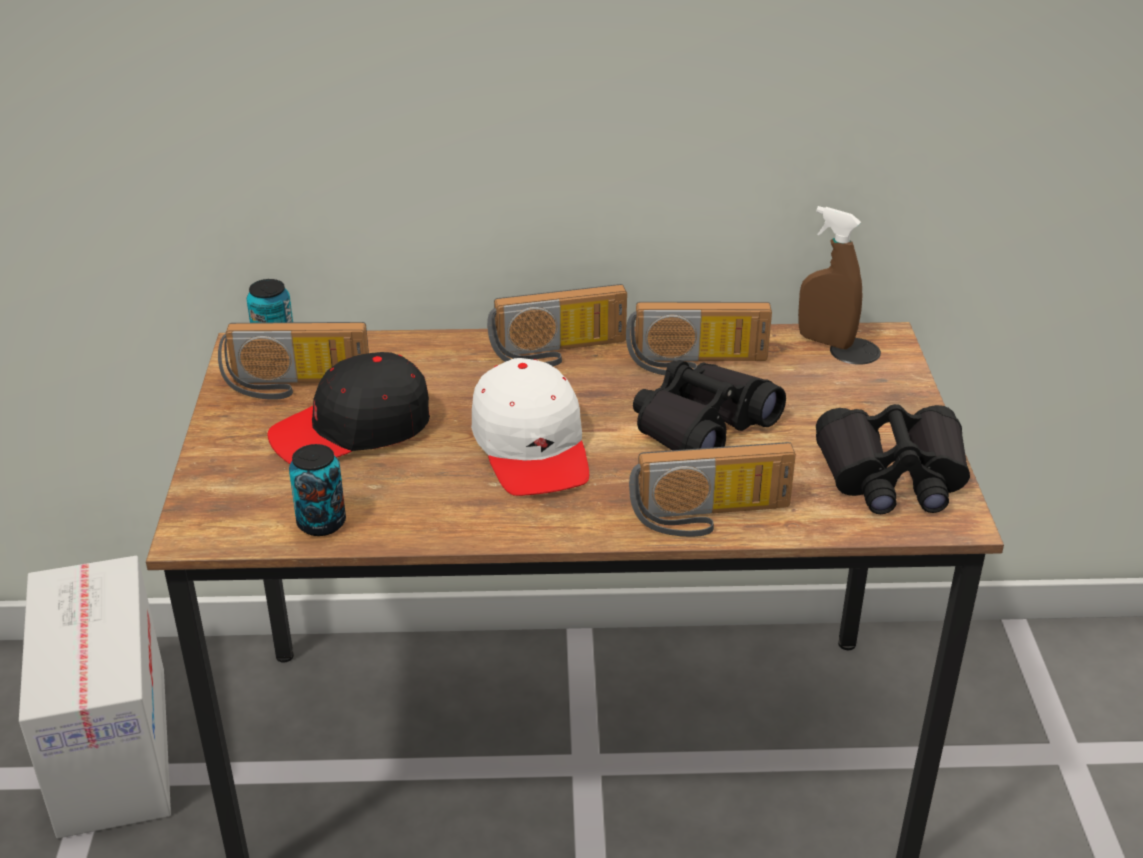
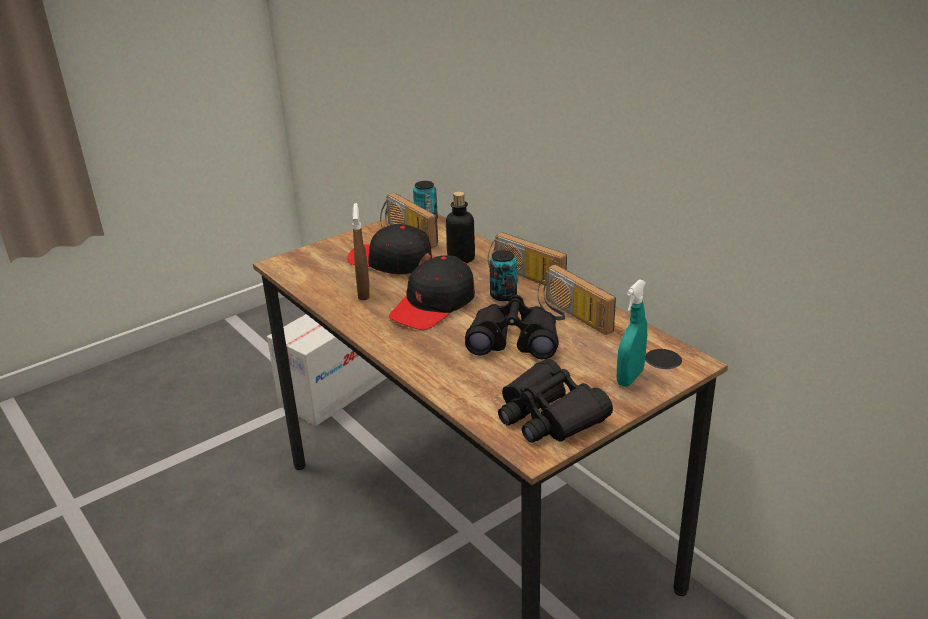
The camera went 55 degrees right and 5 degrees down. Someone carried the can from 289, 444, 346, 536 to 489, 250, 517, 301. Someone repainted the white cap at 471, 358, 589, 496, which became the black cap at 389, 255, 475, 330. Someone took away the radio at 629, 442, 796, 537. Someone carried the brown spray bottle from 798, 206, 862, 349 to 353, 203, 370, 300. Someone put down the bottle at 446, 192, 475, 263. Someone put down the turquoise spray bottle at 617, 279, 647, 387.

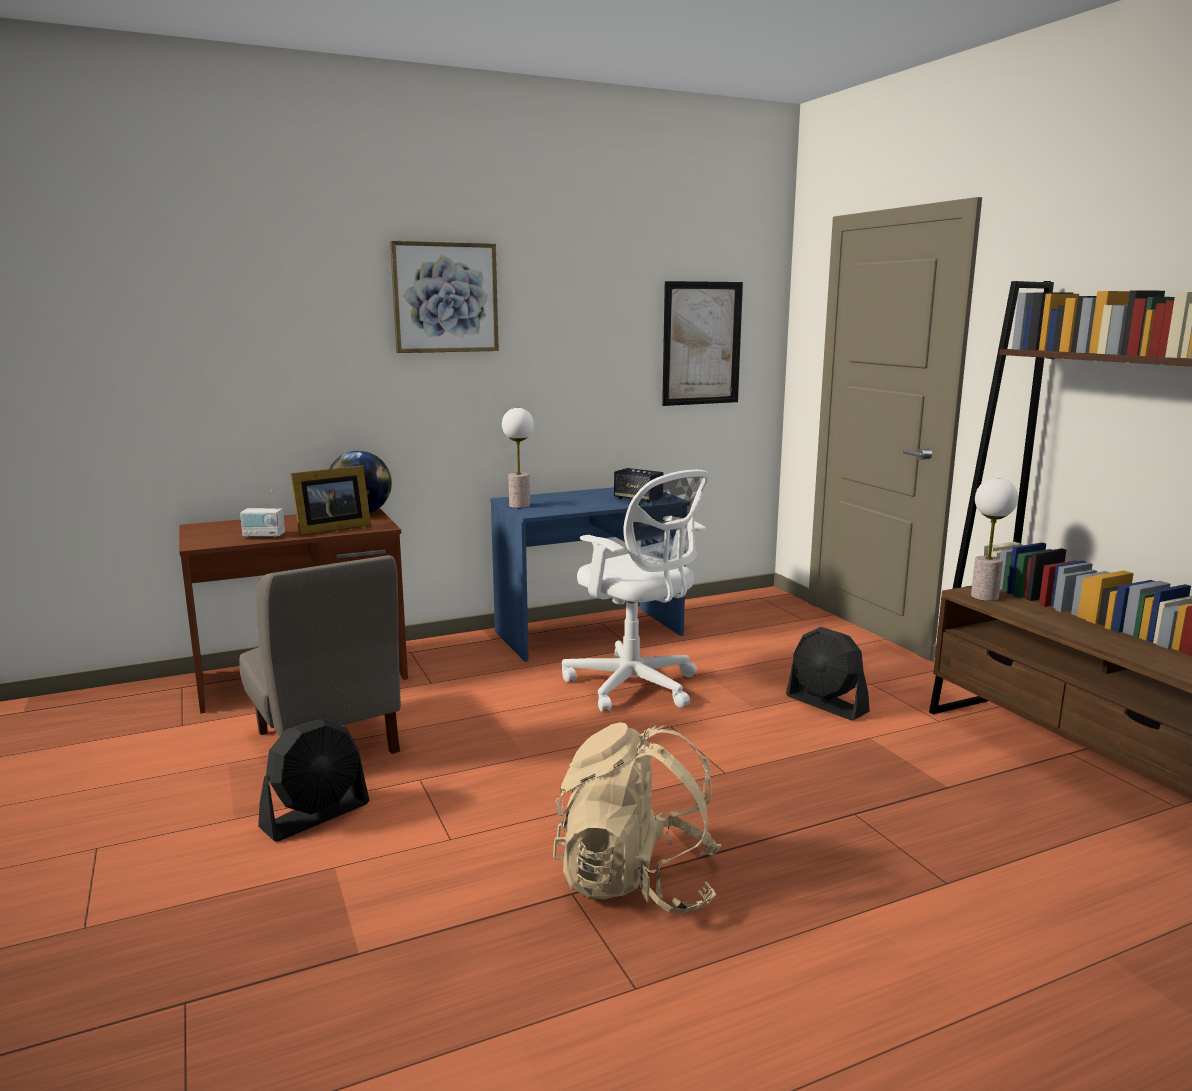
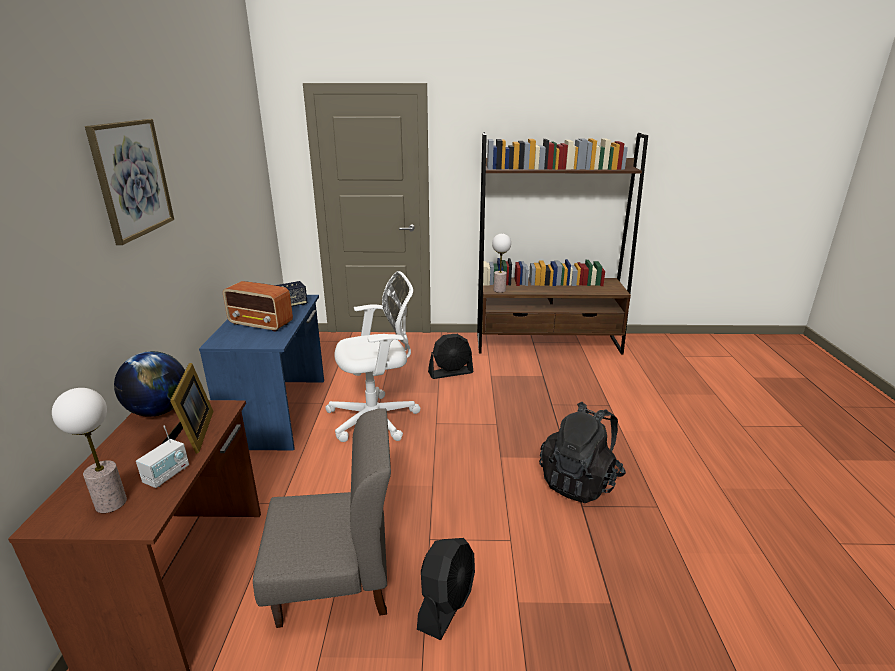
The camera went 65 degrees left and 10 degrees up. Someone rotated the black fan at 258, 719, 369, 842 by 45 degrees clockwise. Someone carried the table lamp from 502, 408, 534, 508 to 52, 388, 127, 513. Someone repainted the beige backpack at 553, 722, 721, 914, which became the black backpack at 539, 402, 626, 503. Someone took away the picture at 662, 281, 743, 406. Someone put down the radio at 223, 281, 293, 332.

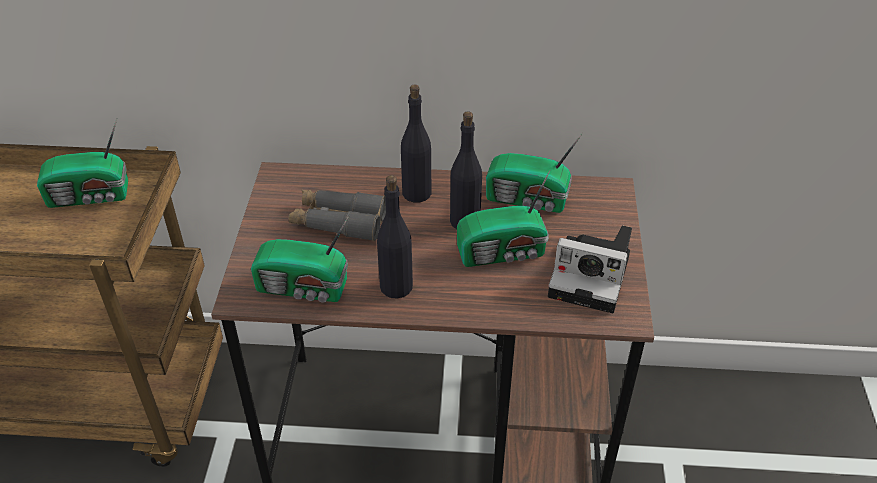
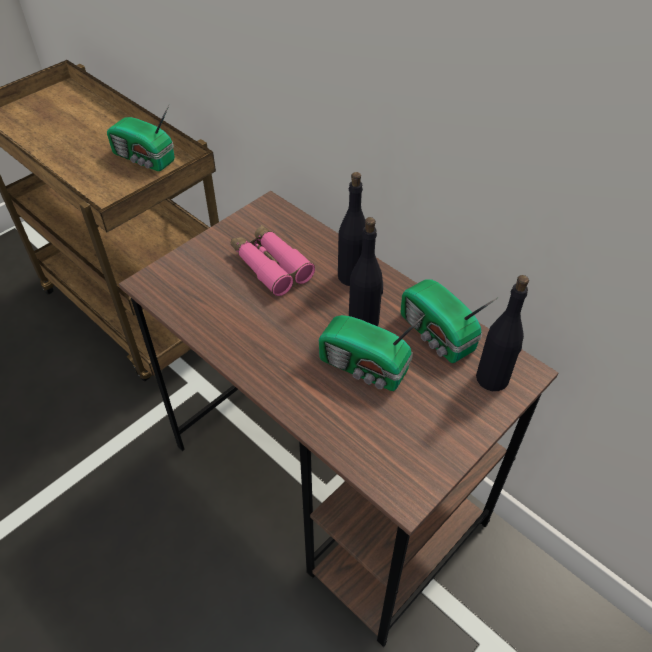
The camera went 40 degrees right and 5 degrees up. Someone took away the radio at 251, 216, 349, 303. Someone repainted the grey binoculars at 288, 190, 386, 241, which became the pink binoculars at 231, 225, 315, 296. Someone carried the black bottle from 377, 175, 413, 298 to 476, 275, 529, 391. Someone took away the photo camera at 548, 225, 632, 313.

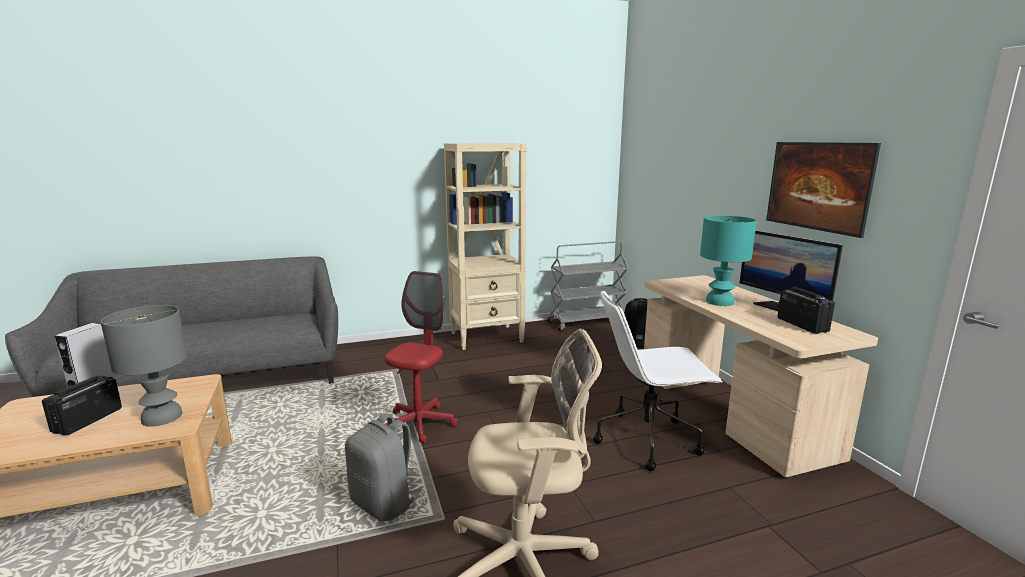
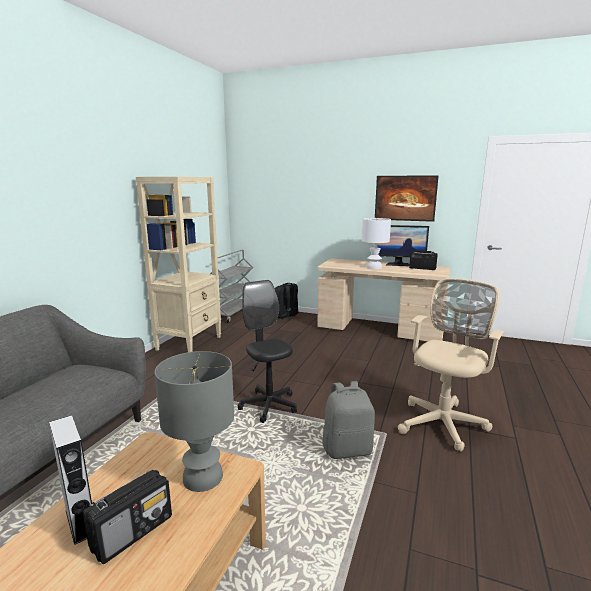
The camera went 50 degrees left and 0 degrees up. Someone rotated the radio at 42, 376, 122, 435 by 105 degrees counterclockwise. Someone repainted the red office chair at 384, 271, 458, 444, which became the black office chair at 238, 280, 297, 423. Someone took away the white office chair at 593, 290, 723, 471. Someone repainted the turquoise table lamp at 700, 215, 757, 306, which became the white table lamp at 362, 218, 391, 269.

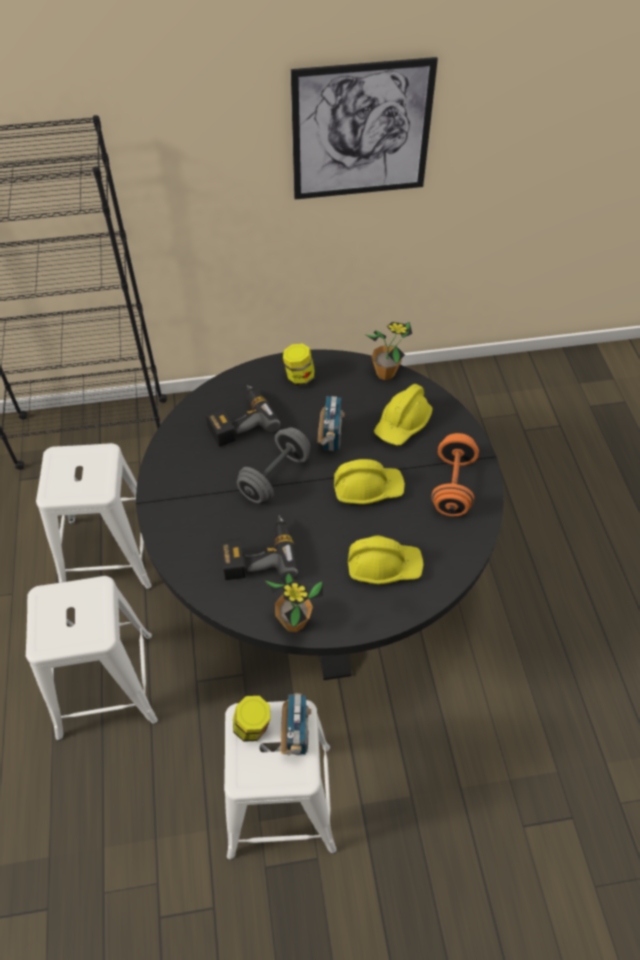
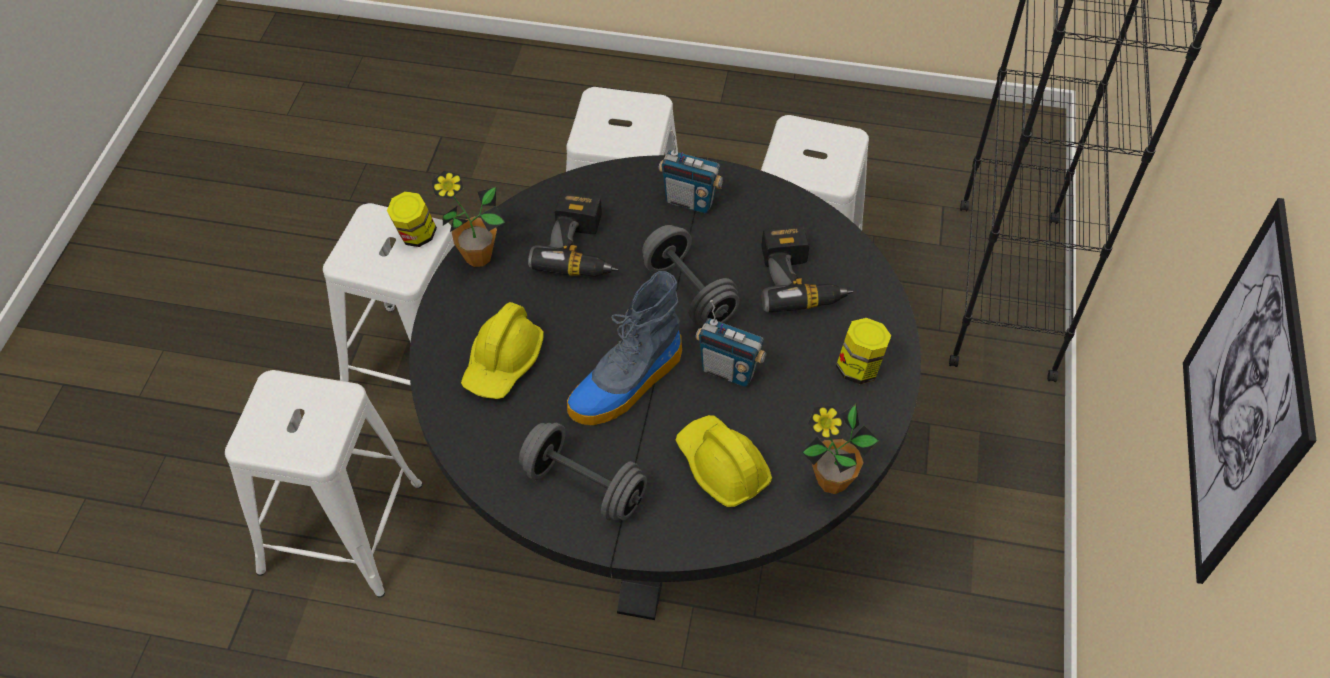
The camera went 110 degrees right and 0 degrees up. Someone carried the radio from 281, 693, 311, 755 to 658, 130, 723, 213. Someone swapped the yellow hard hat at 334, 459, 405, 505 for the boot at 567, 271, 682, 425. Someone repainted the orange dumbbell at 432, 433, 479, 516, which became the grey dumbbell at 519, 423, 647, 520. Someone put down the white stool at 225, 370, 423, 598.

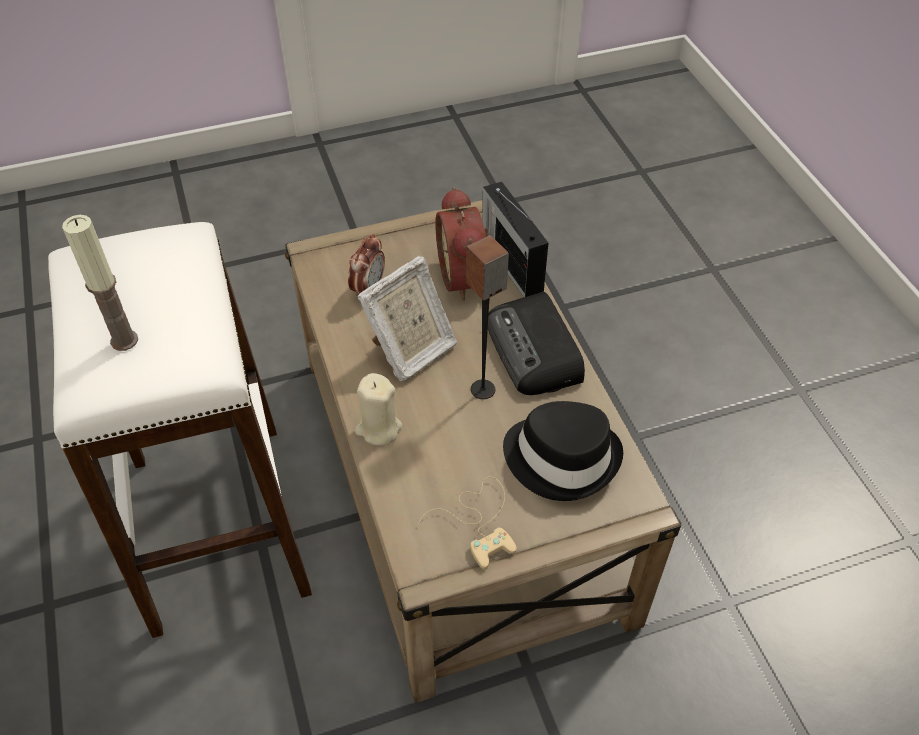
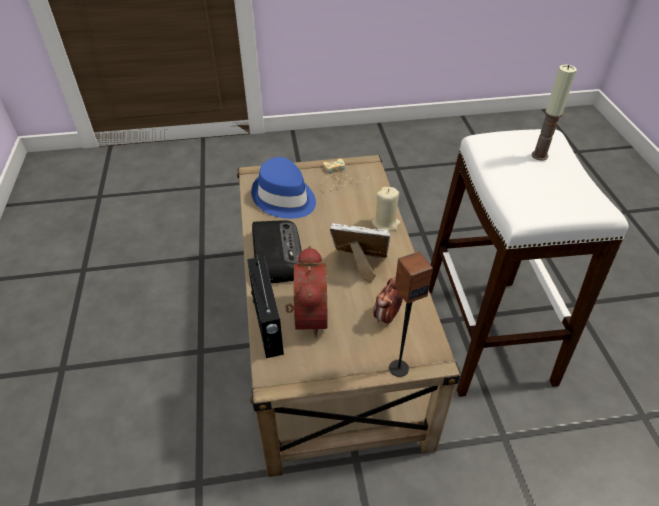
The camera went 170 degrees left and 5 degrees down. Someone rotated the picture frame at 357, 255, 457, 381 by 45 degrees clockwise. Someone carried the speaker from 466, 235, 509, 399 to 389, 251, 433, 377. Someone repainted the black hat at 503, 401, 623, 501, which became the blue hat at 251, 157, 316, 219.

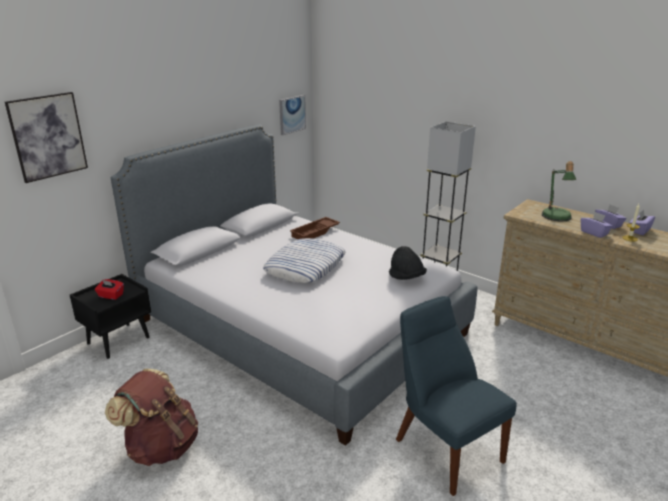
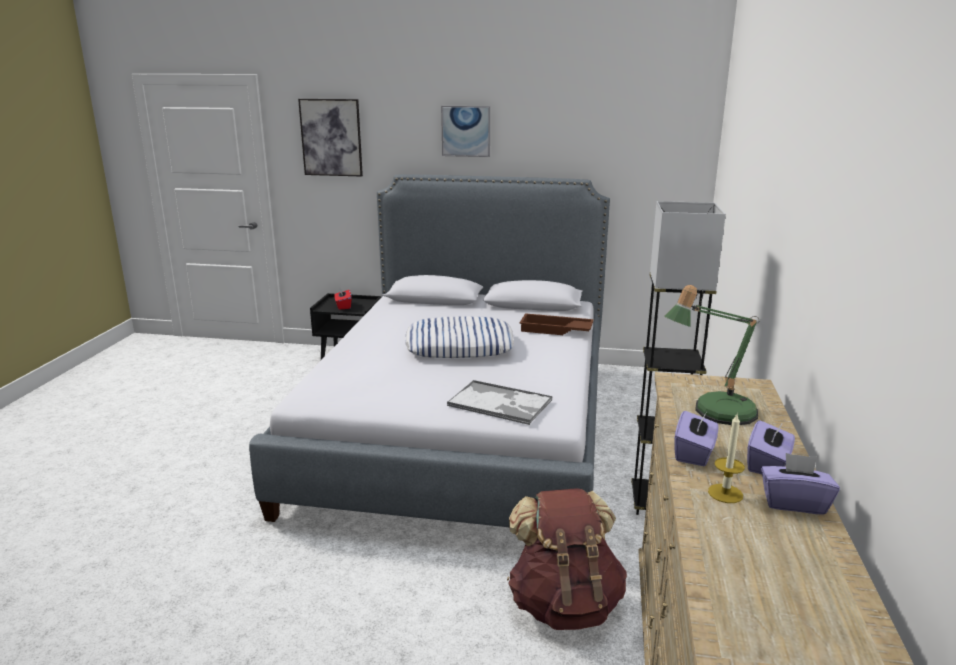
The camera went 60 degrees right and 5 degrees down. Someone carried the brown backpack from 105, 369, 198, 466 to 507, 488, 627, 630. Someone carried the picture from 279, 95, 306, 135 to 441, 106, 490, 157. Someone swapped the black hat at 389, 246, 427, 280 for the tray at 447, 380, 552, 425. Someone took away the blue chair at 396, 296, 517, 496.

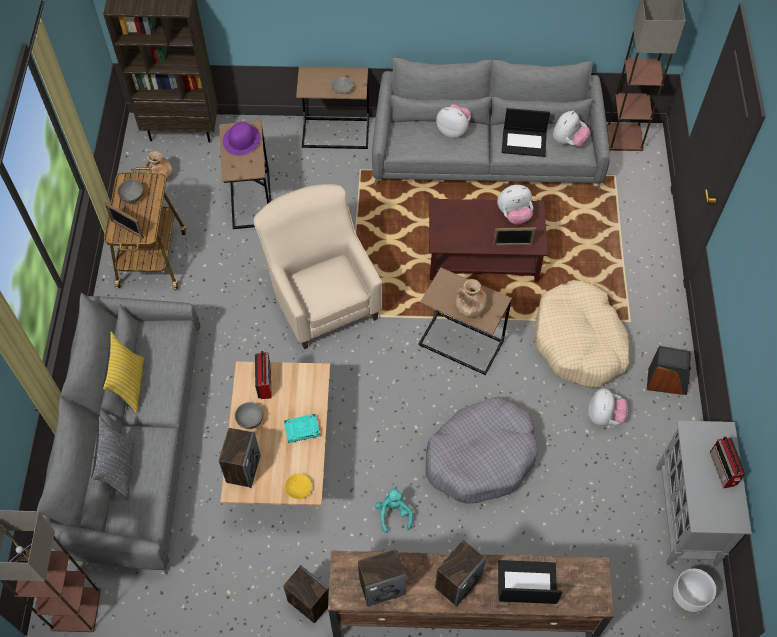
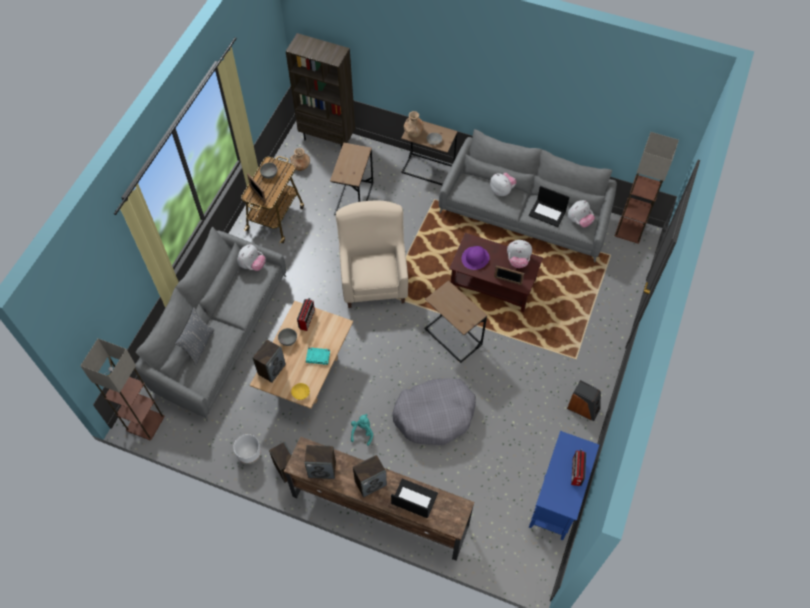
The camera went 20 degrees right and 0 degrees up. Someone took away the yellow pillow at 103, 331, 144, 414. Someone carried the purple hat from 223, 122, 261, 156 to 462, 246, 490, 270. Someone carried the brown vase from 455, 279, 487, 317 to 404, 111, 424, 137. Someone took away the beige dog bed at 535, 280, 630, 388. Someone carried the plush toy from 588, 388, 628, 426 to 237, 244, 266, 271. Someone repainted the grey cabinet at 656, 421, 752, 566, which became the blue cabinet at 529, 431, 599, 540. Someone carried the white planter from 672, 569, 716, 613 to 233, 434, 261, 464.

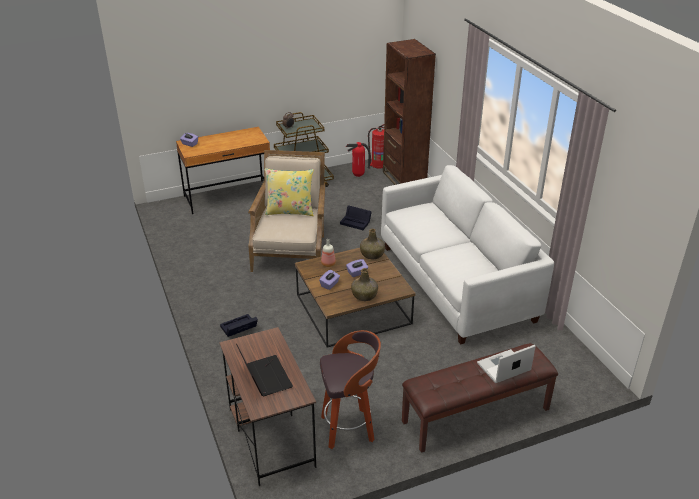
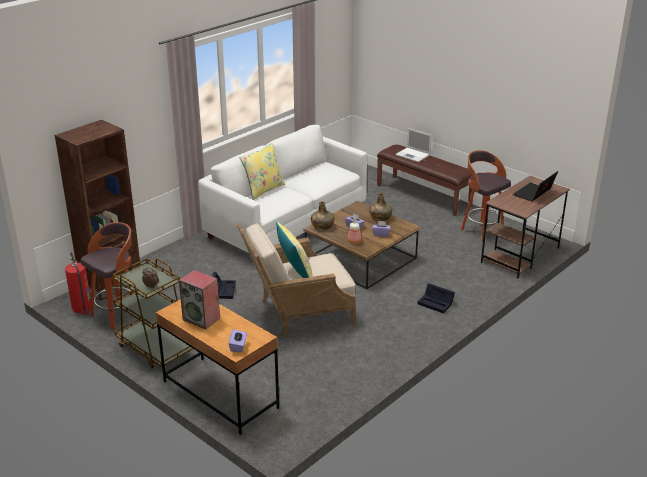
The camera went 115 degrees left and 5 degrees down. Someone swapped the fire extinguisher at 346, 142, 370, 177 for the stool at 81, 222, 135, 329. Someone put down the speaker at 179, 270, 220, 329. Someone put down the yellow pillow at 240, 143, 285, 200.

